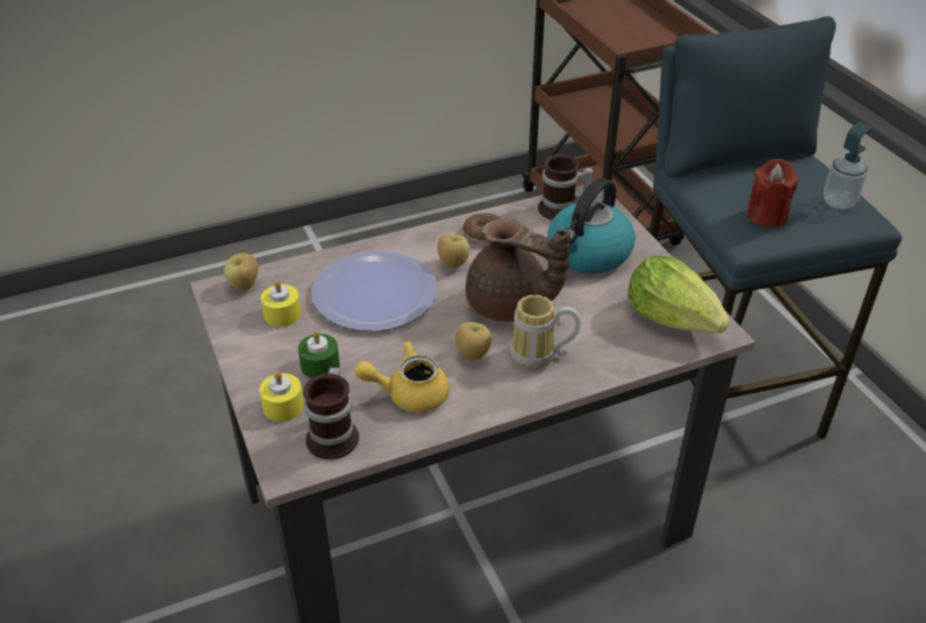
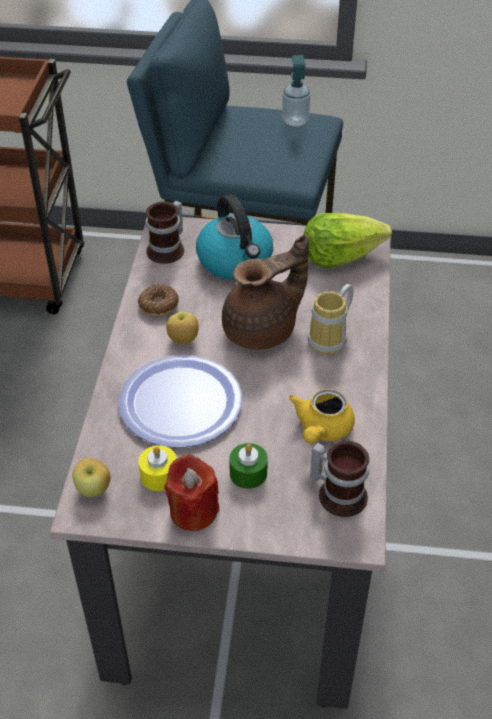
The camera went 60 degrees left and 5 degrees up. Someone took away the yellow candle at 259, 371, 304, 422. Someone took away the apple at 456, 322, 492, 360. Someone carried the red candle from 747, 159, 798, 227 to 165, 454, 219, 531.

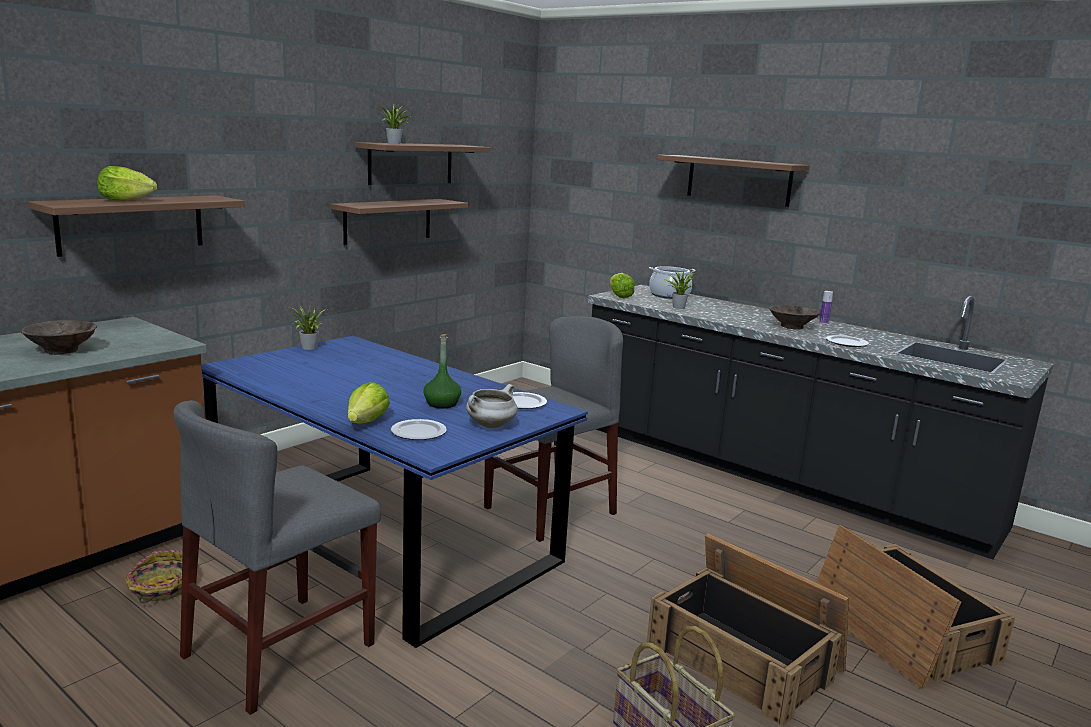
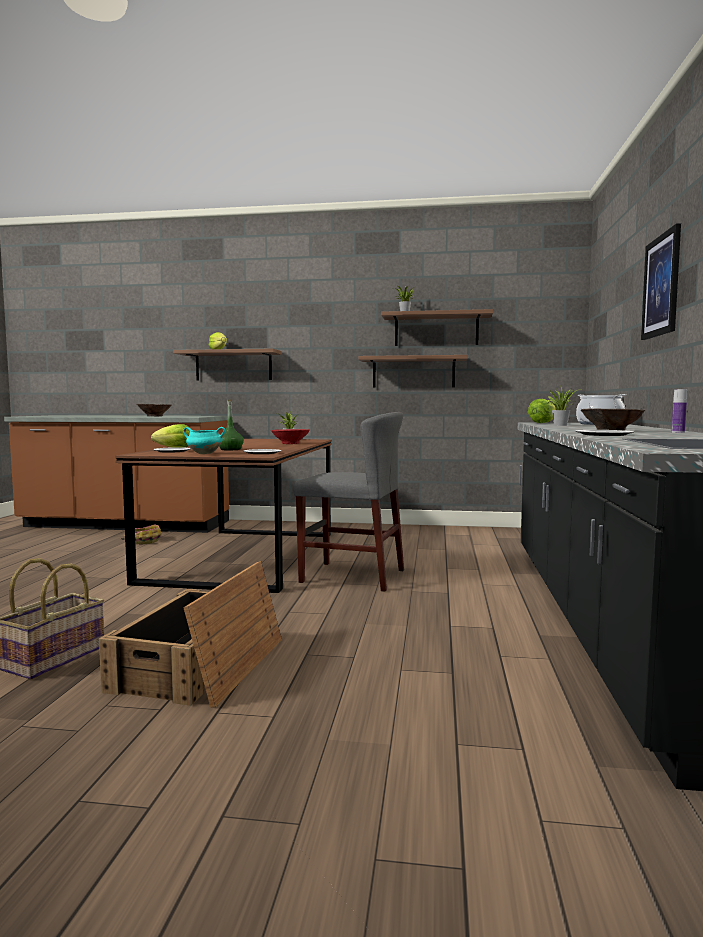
The camera went 60 degrees right and 10 degrees down. Someone took away the grey chair at 173, 400, 381, 715. Someone repainted the blue dining table at 201, 336, 588, 648, which became the brown dining table at 115, 439, 332, 593. Someone repainted the white cooking pot at 466, 384, 518, 428, which became the turquoise cooking pot at 183, 427, 225, 454. Someone swapped the shelf at 657, 155, 810, 207 for the picture at 641, 223, 681, 340. Someone took away the crate at 817, 525, 1015, 689. Someone put down the red bowl at 271, 429, 310, 444.

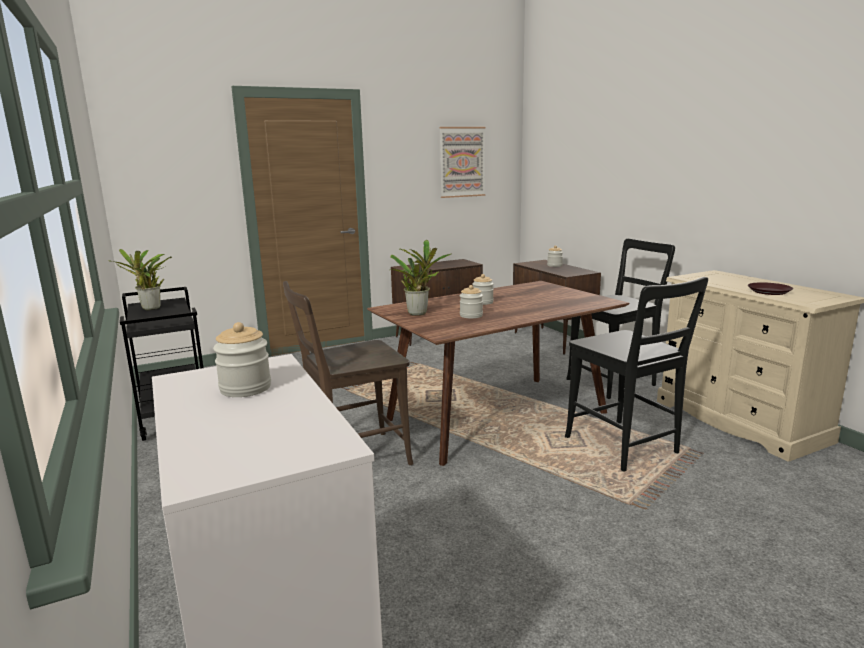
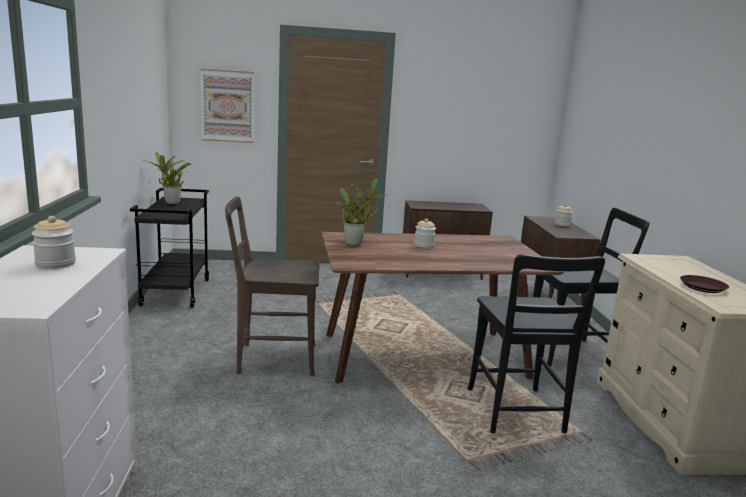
The camera went 20 degrees right and 0 degrees up. Someone carried the picture from 439, 127, 485, 198 to 200, 69, 254, 143. Someone took away the jar at 460, 285, 483, 319.

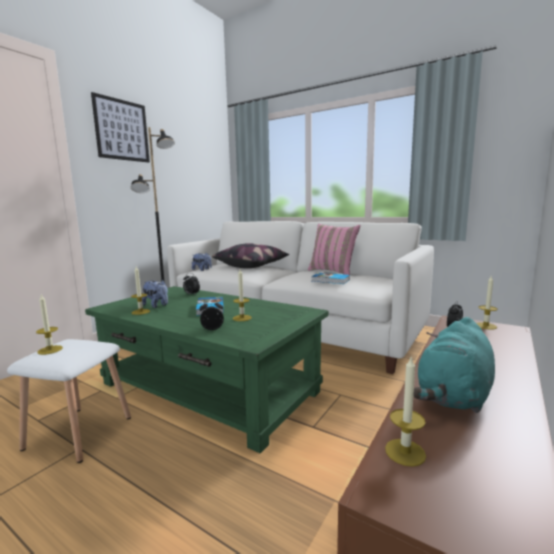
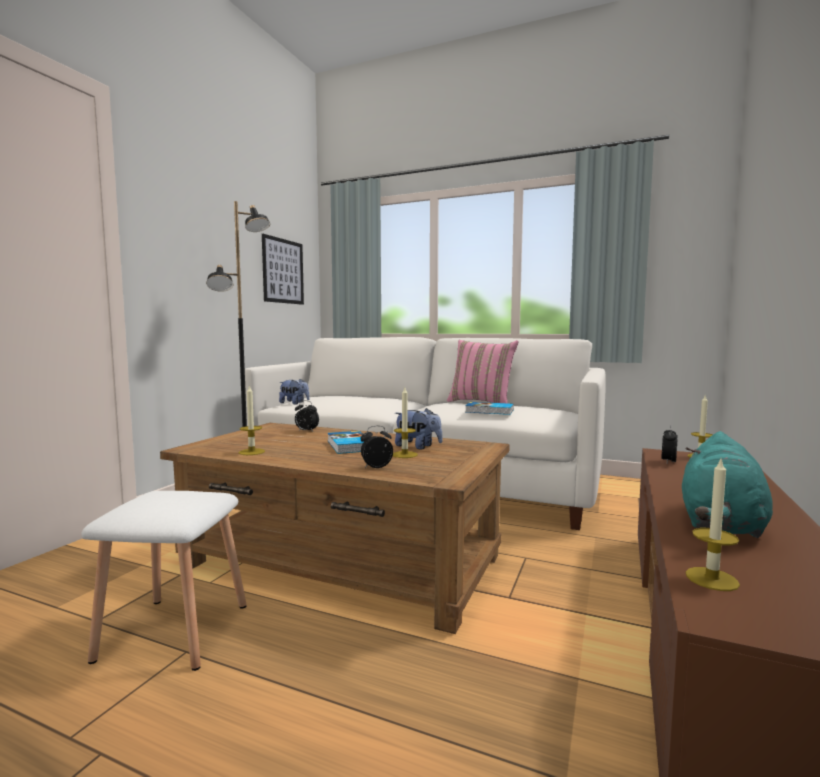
The camera went 10 degrees left and 5 degrees down. Someone took away the candle at 36, 295, 63, 355. Someone repainted the green coffee table at 85, 286, 328, 453, which became the brown coffee table at 160, 423, 510, 634. Someone carried the picture from 91, 92, 150, 163 to 262, 234, 304, 305. Someone carried the plush toy from 142, 279, 168, 308 to 395, 408, 443, 450. Someone took away the pillow at 212, 243, 289, 268.

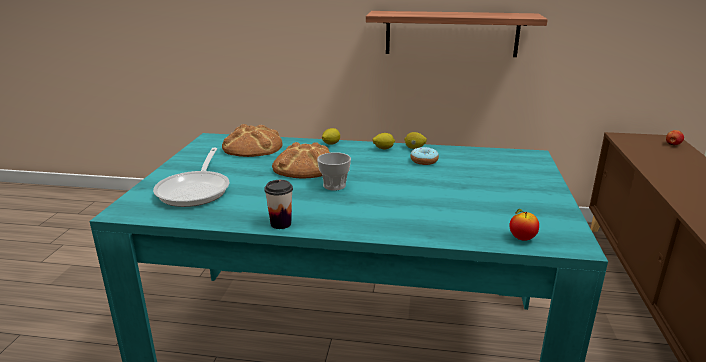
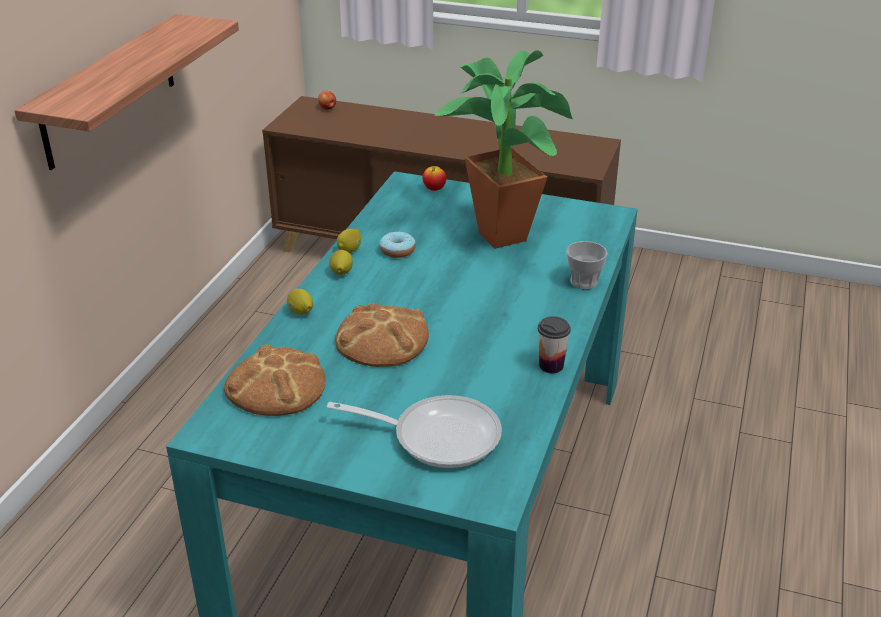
The camera went 80 degrees left and 10 degrees up. Someone carried the cup from 317, 152, 351, 191 to 566, 241, 608, 289. Someone carried the apple from 509, 209, 539, 241 to 423, 166, 446, 191. Someone put down the potted plant at 435, 50, 572, 249.

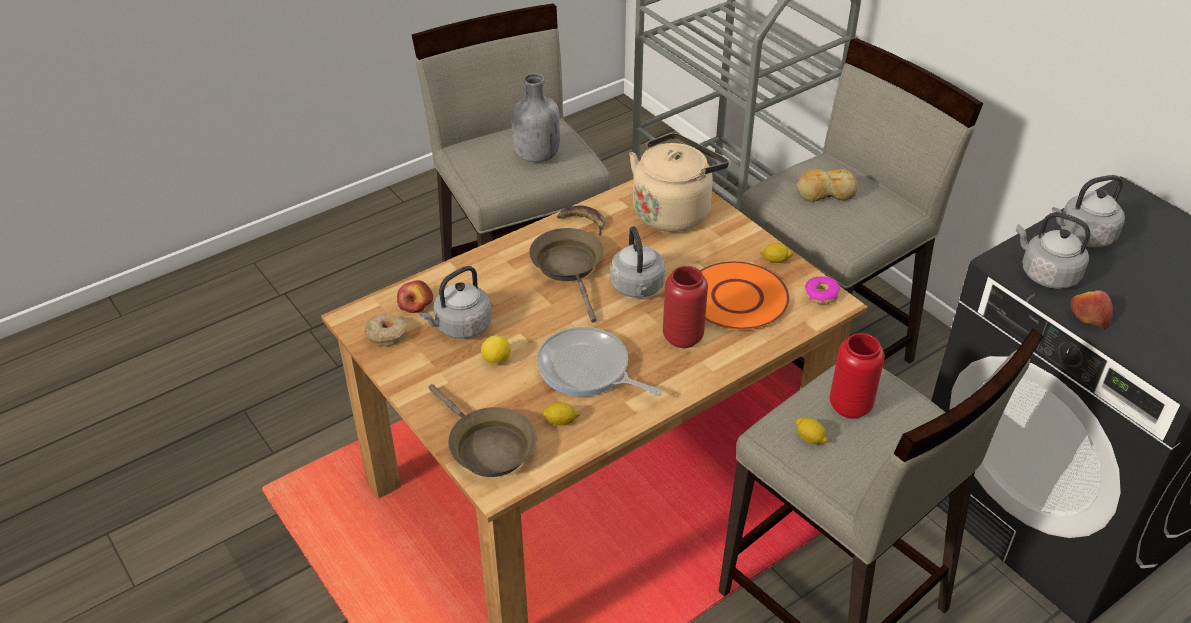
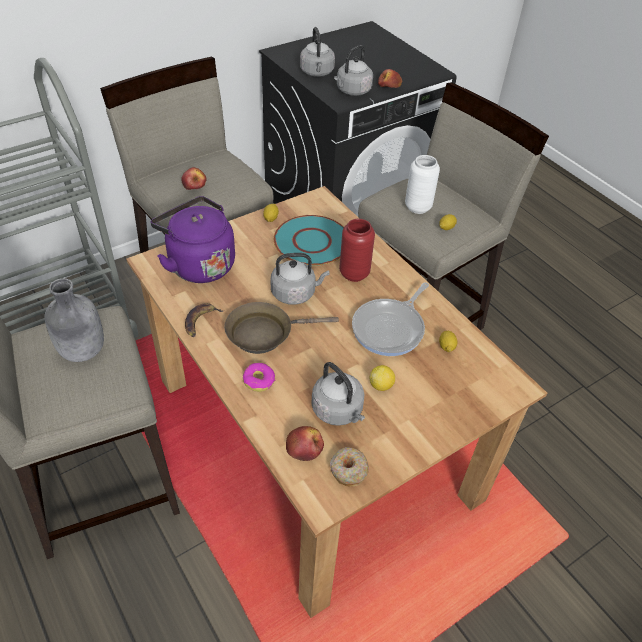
The camera went 90 degrees left and 5 degrees up. Someone took away the brown frying pan at 428, 384, 537, 477. Someone repainted the beige kettle at 629, 133, 729, 232, which became the purple kettle at 150, 196, 235, 283. Someone repainted the orange plate at 700, 261, 790, 330, which became the turquoise plate at 274, 215, 344, 266. Someone swapped the bread at 796, 169, 857, 202 for the apple at 181, 167, 207, 190. Someone carried the donut from 805, 276, 840, 304 to 243, 363, 275, 392. Someone repainted the red vase at 830, 333, 885, 419, which became the white vase at 405, 155, 440, 214.

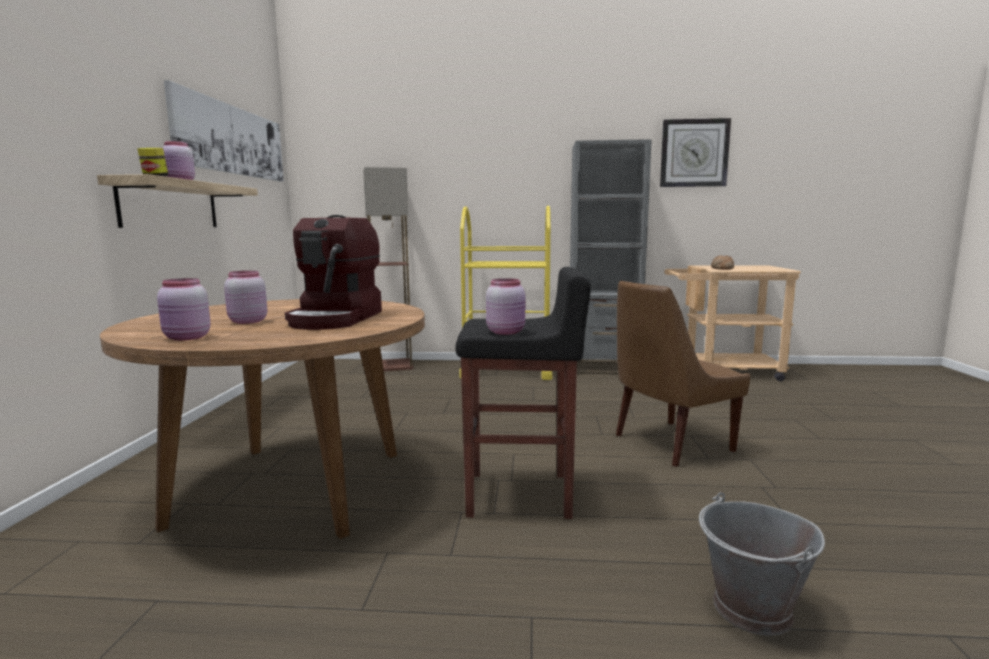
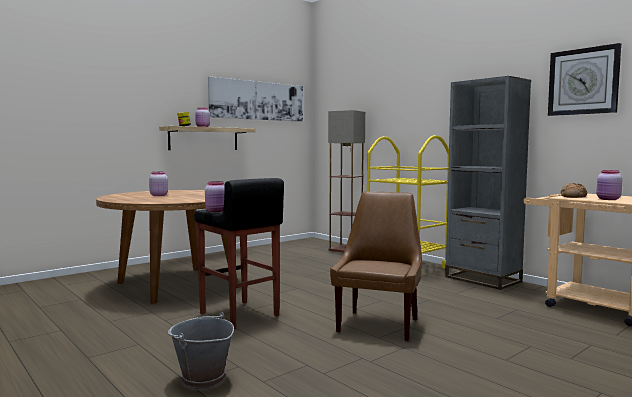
The camera went 45 degrees right and 5 degrees down. Someone carried the pink jar from 157, 278, 211, 341 to 596, 170, 623, 200. Someone took away the coffee machine at 285, 215, 382, 330. Someone rotated the brown chair at 616, 281, 751, 467 by 90 degrees clockwise.

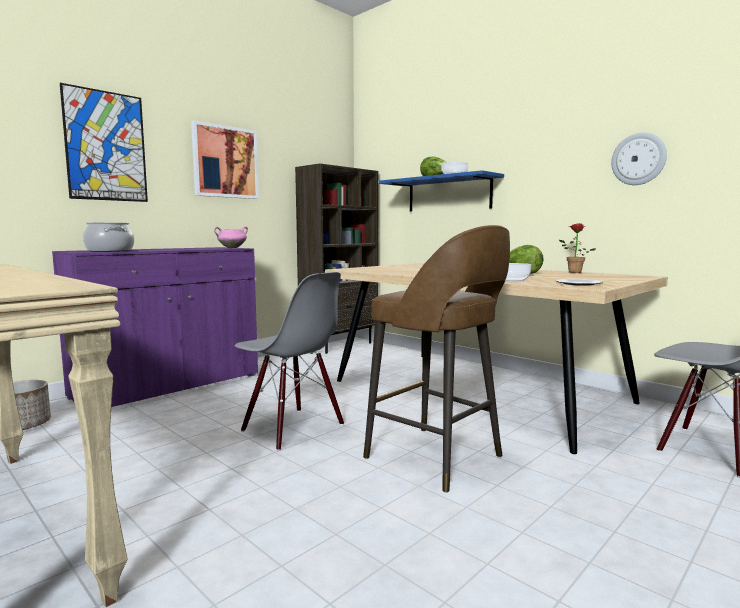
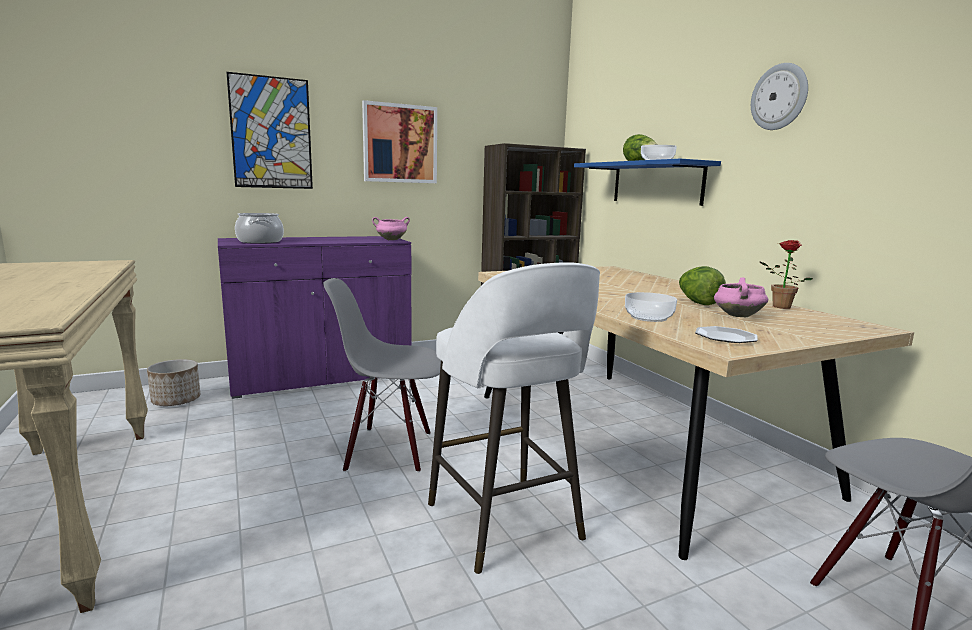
The camera went 20 degrees right and 5 degrees up. Someone rotated the grey chair at 234, 272, 344, 451 by 120 degrees clockwise. Someone repainted the brown stool at 363, 225, 510, 493, which became the white stool at 428, 262, 600, 574. Someone carried the wall clock from 611, 133, 667, 185 to 751, 63, 808, 130. Someone put down the pink cooking pot at 714, 278, 768, 317.

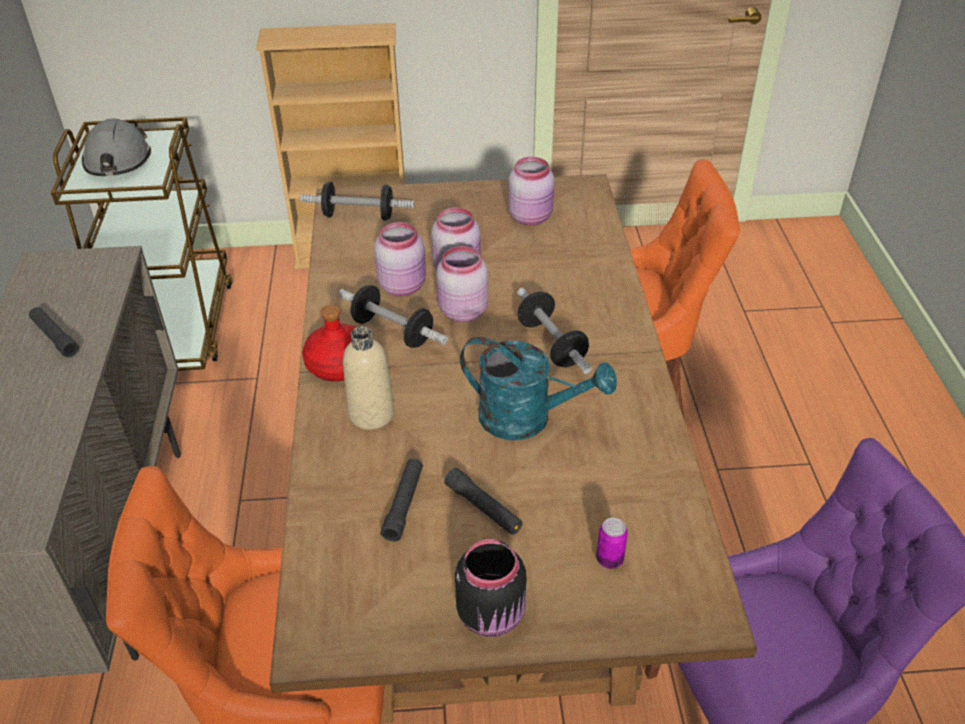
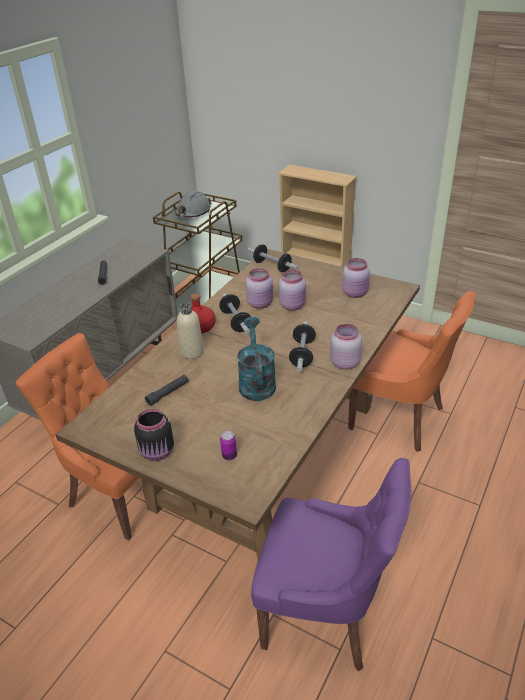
The camera went 35 degrees right and 5 degrees down. Someone carried the pink jar from 436, 246, 488, 322 to 330, 324, 362, 370. Someone took away the black flashlight at 444, 468, 523, 535. Someone rotated the turquoise watering can at 460, 337, 617, 440 by 150 degrees counterclockwise.

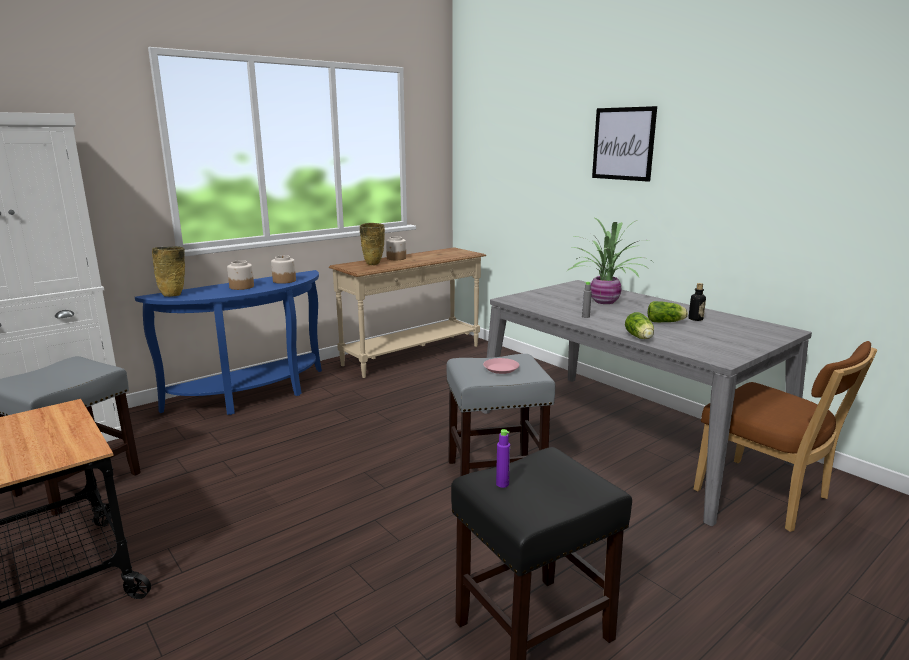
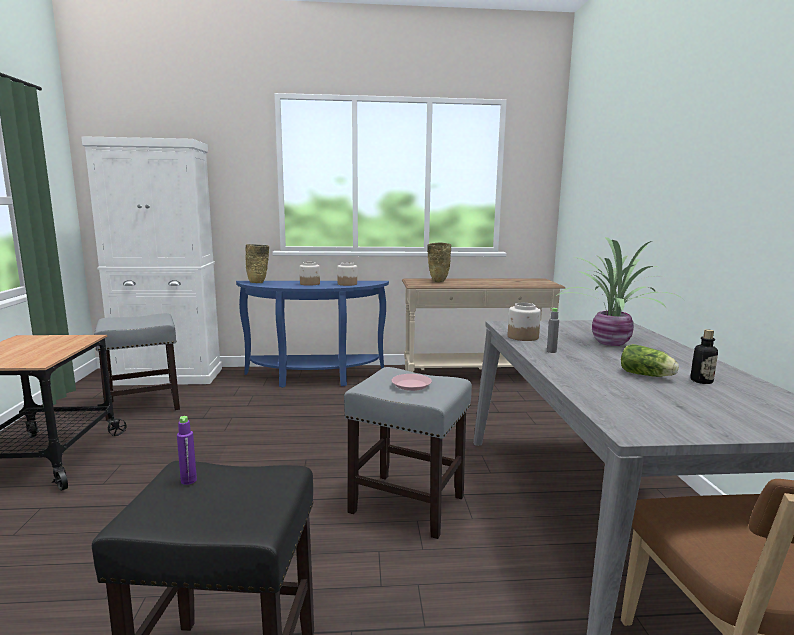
The camera went 35 degrees right and 5 degrees down. Someone carried the jar from 386, 236, 406, 260 to 508, 303, 541, 341. Someone took away the picture at 592, 106, 657, 182. Someone took away the lettuce at 625, 312, 654, 339.

